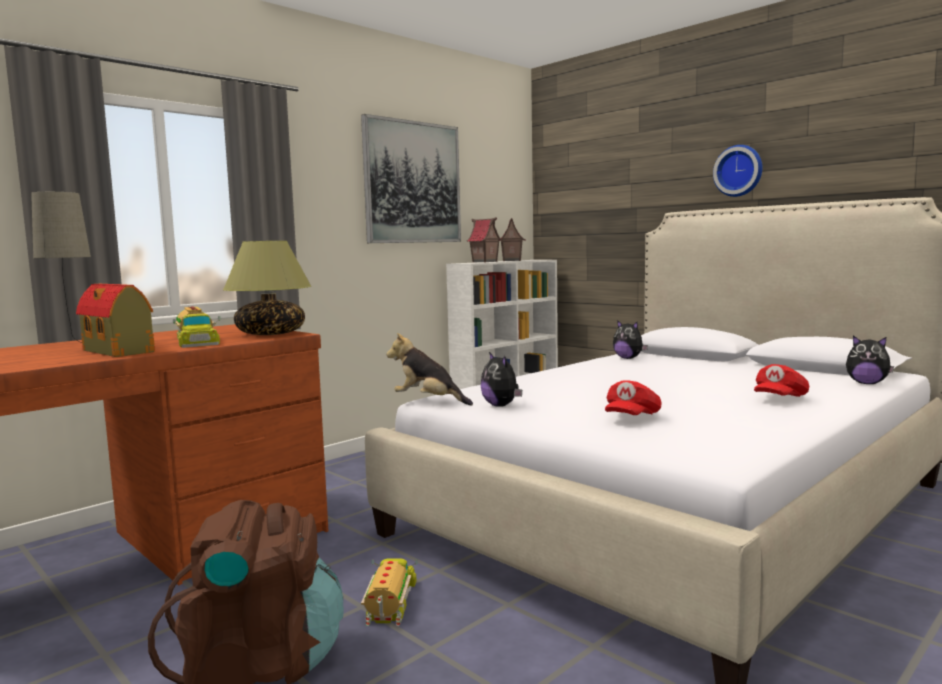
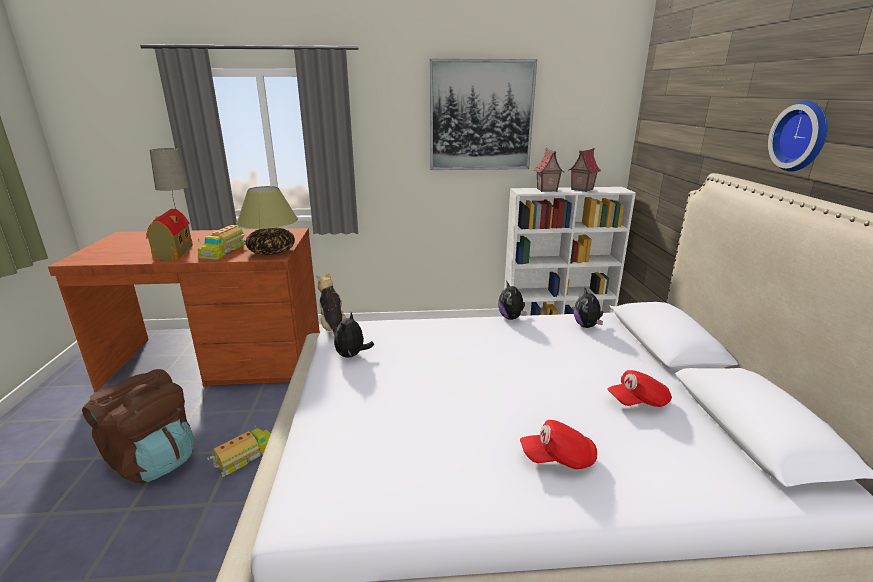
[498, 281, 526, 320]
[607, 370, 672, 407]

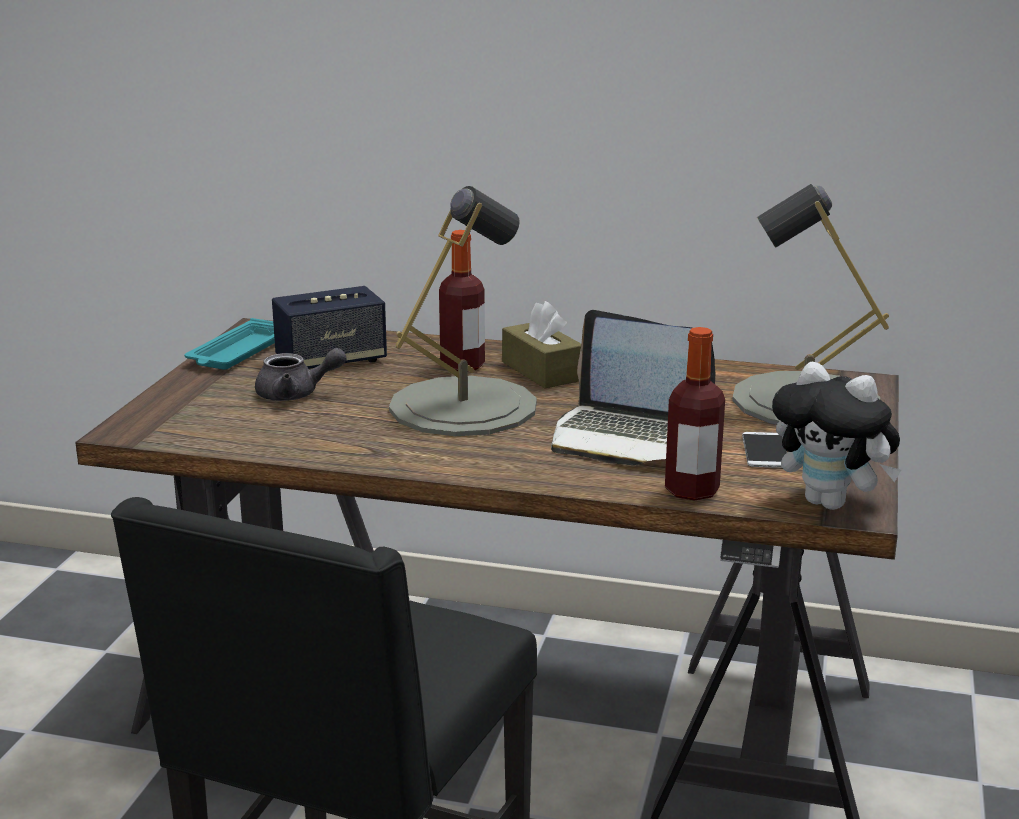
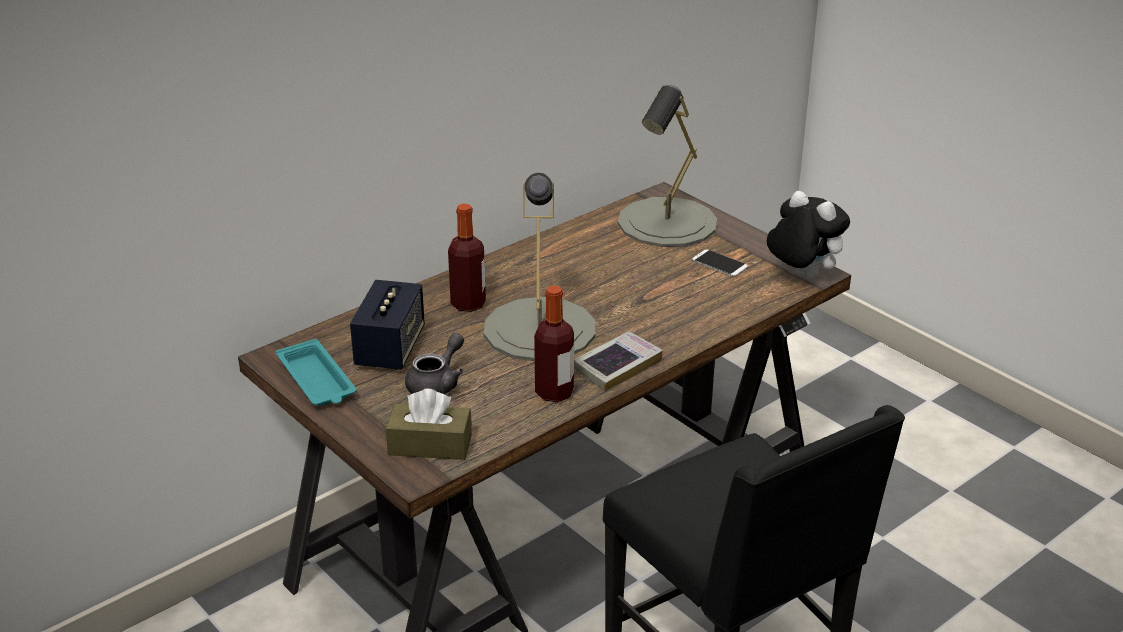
[386, 389, 472, 460]
[534, 285, 574, 402]
[574, 331, 663, 391]
[767, 191, 850, 278]
[551, 310, 716, 465] (first image)

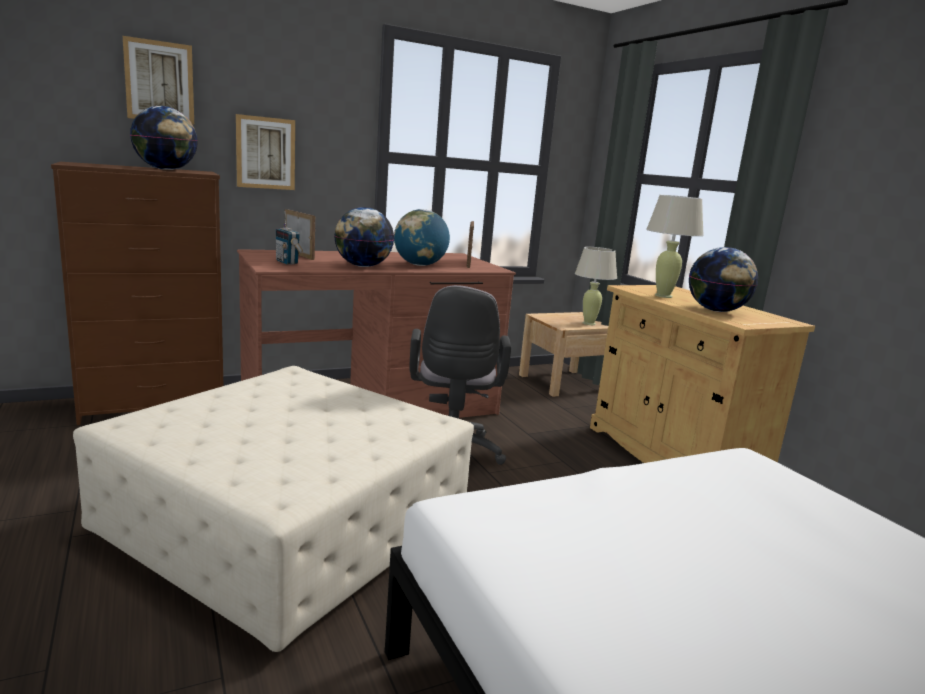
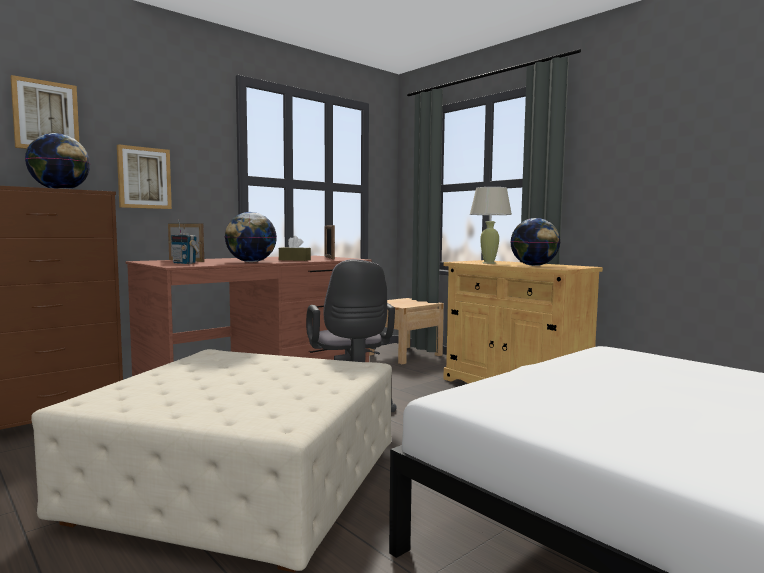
[279, 236, 311, 261]
[575, 247, 617, 325] (first image)

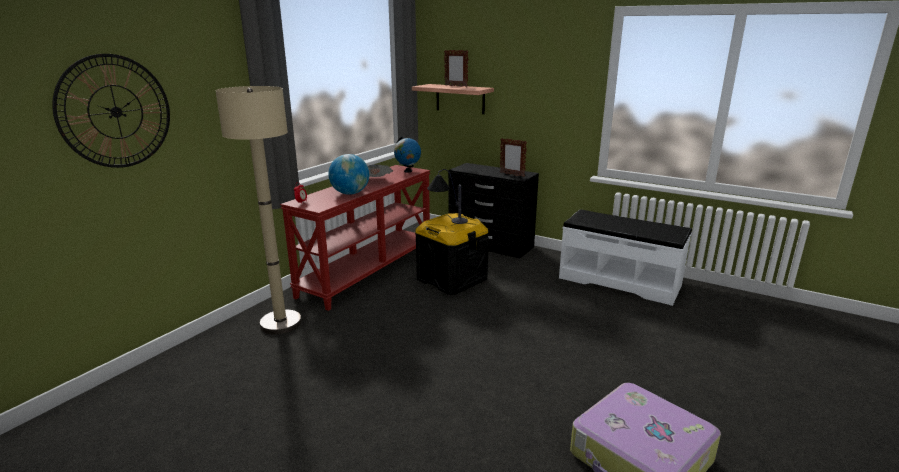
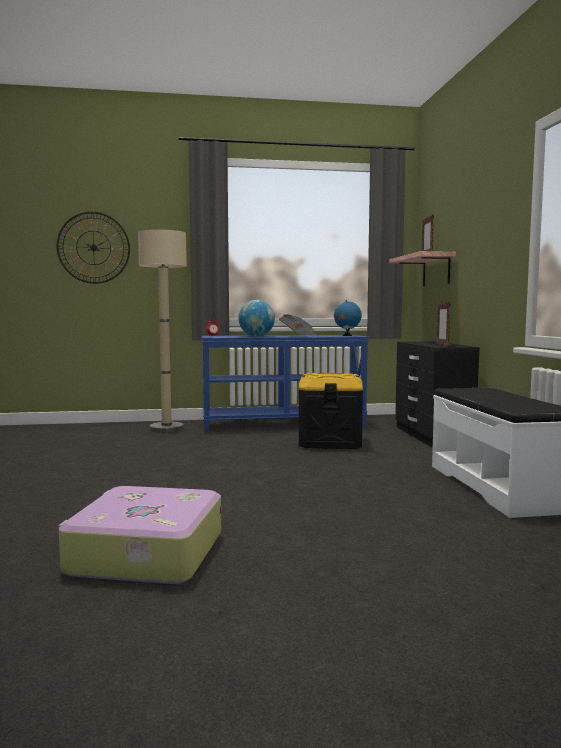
[202, 335, 369, 432]
[427, 169, 468, 224] (first image)

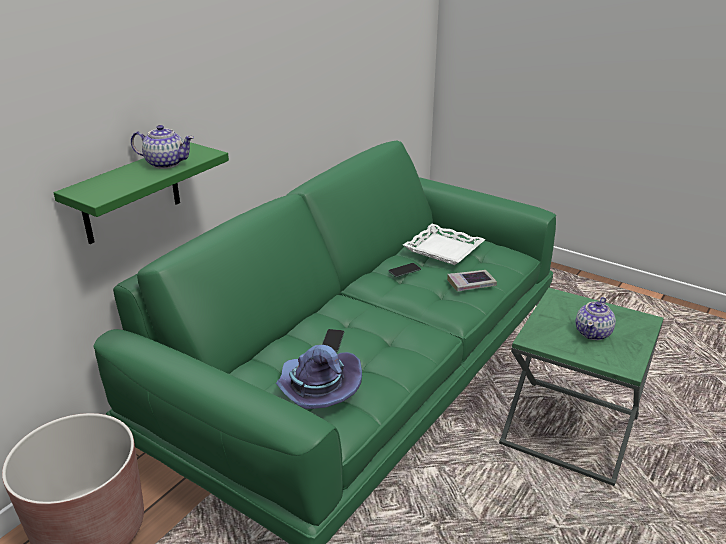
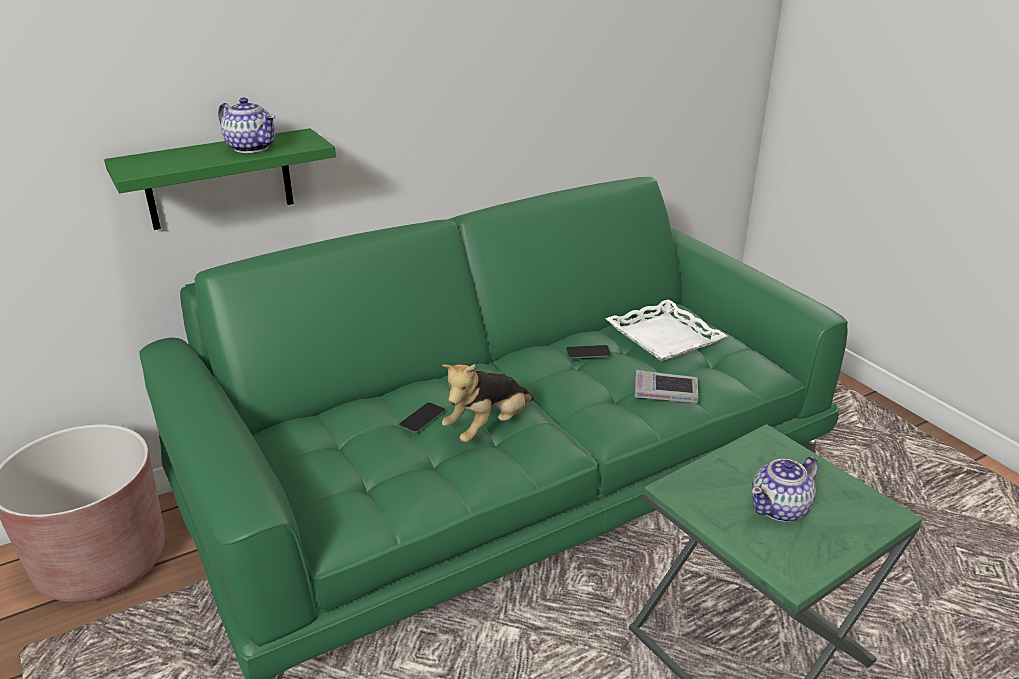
[442, 364, 534, 443]
[276, 345, 362, 409] (first image)

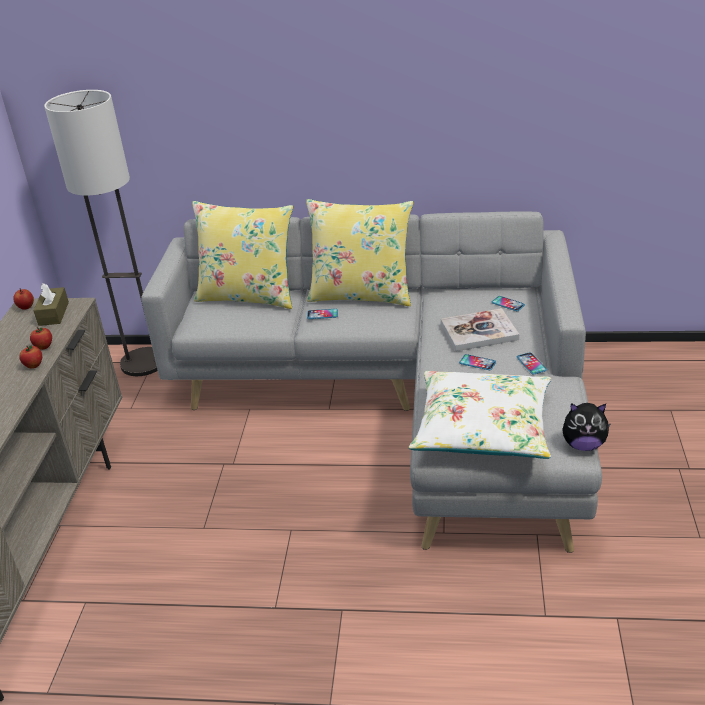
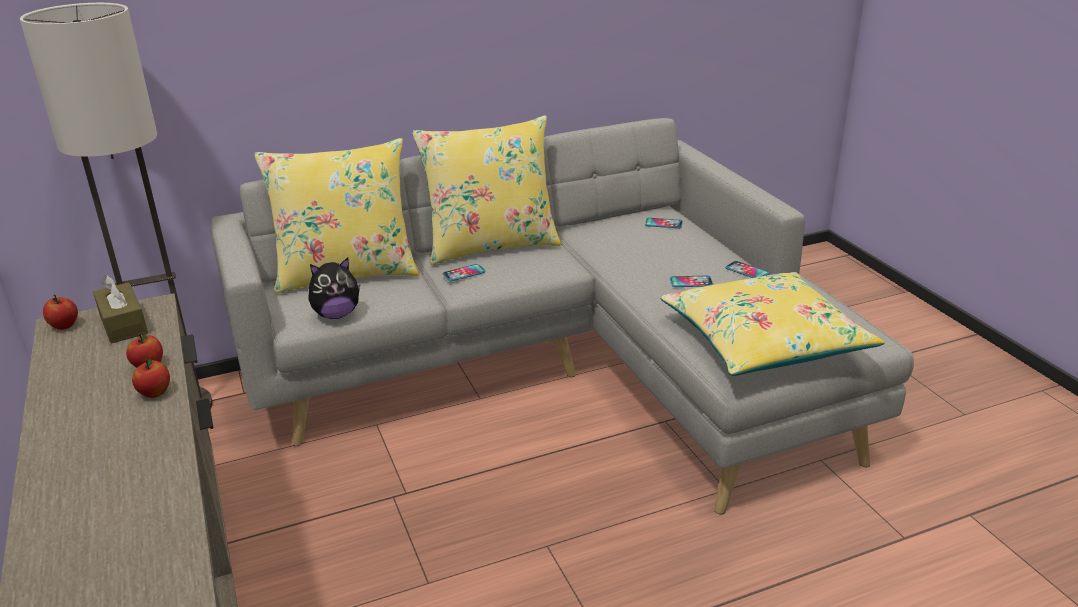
[309, 258, 360, 319]
[660, 272, 885, 376]
[441, 308, 519, 351] (first image)

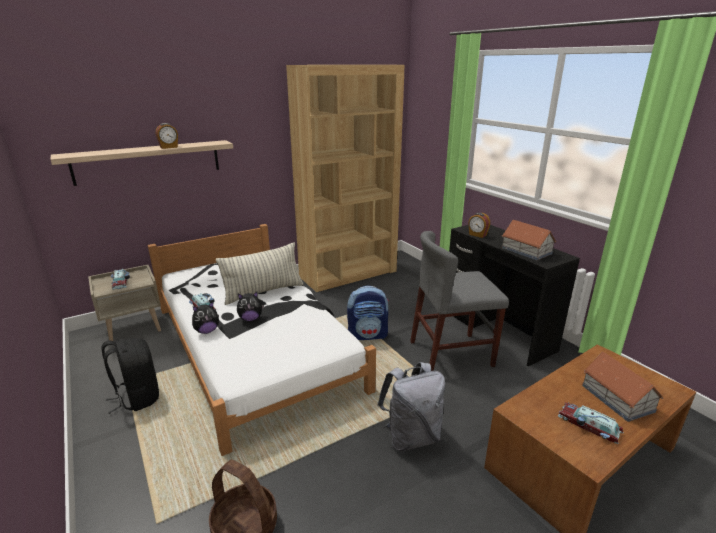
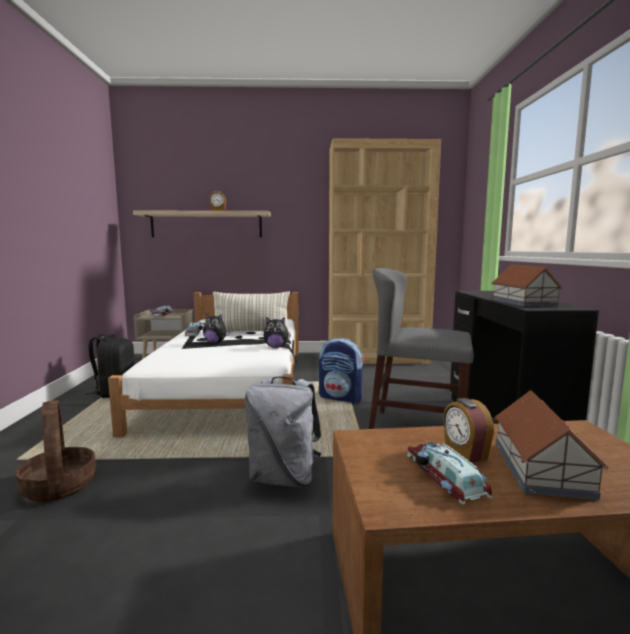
[264, 317, 291, 348]
[443, 398, 494, 463]

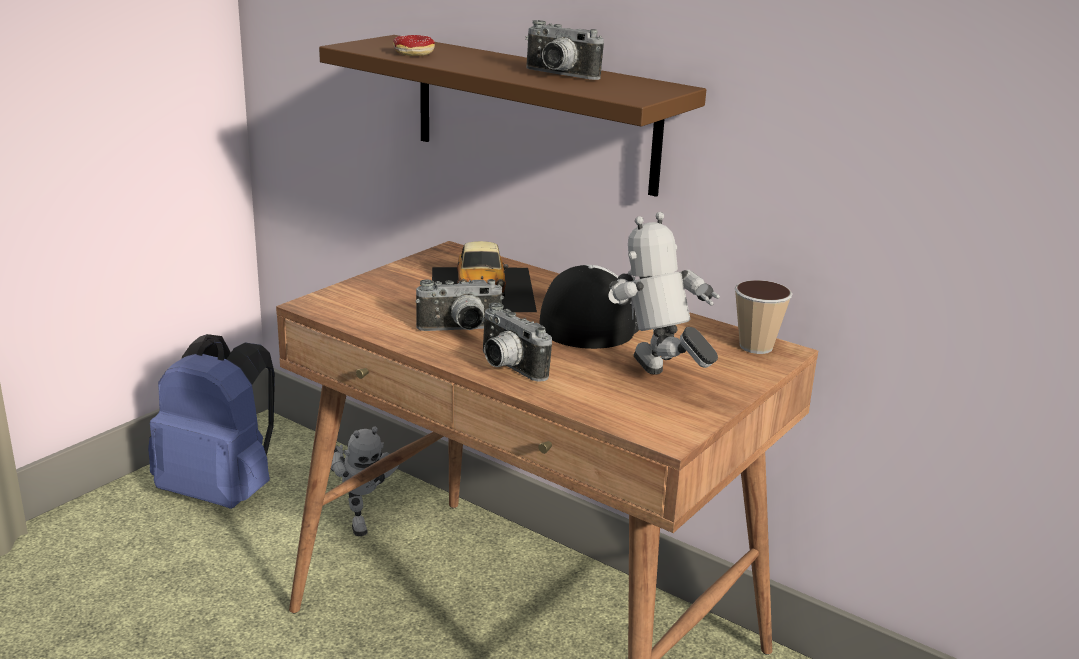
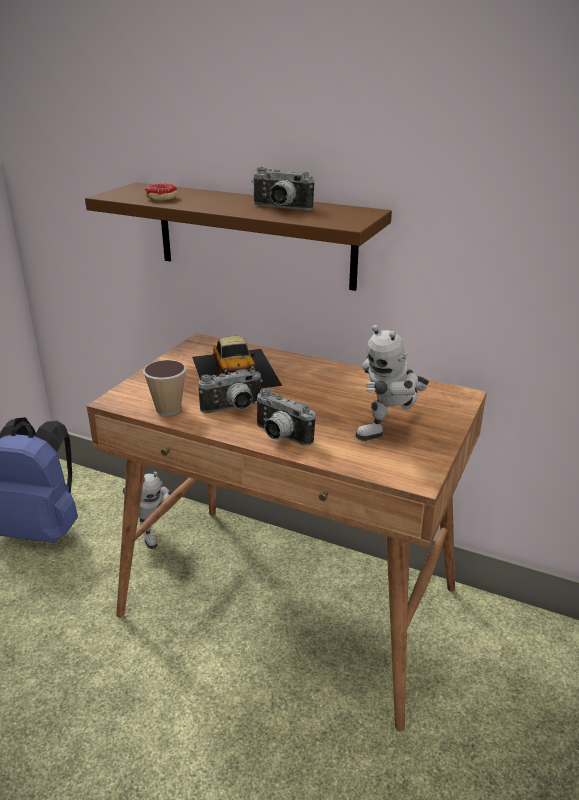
[143, 360, 186, 416]
[355, 325, 429, 441]
[539, 265, 639, 349] (first image)

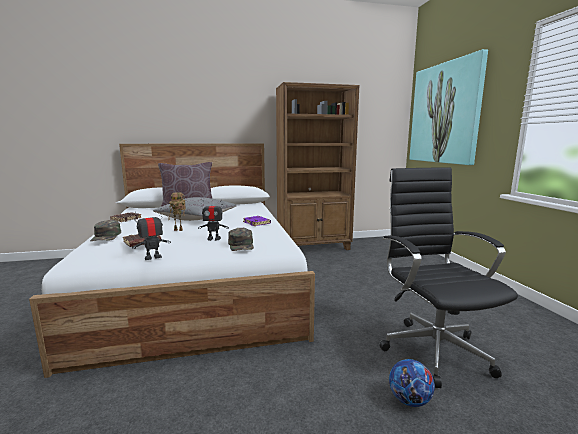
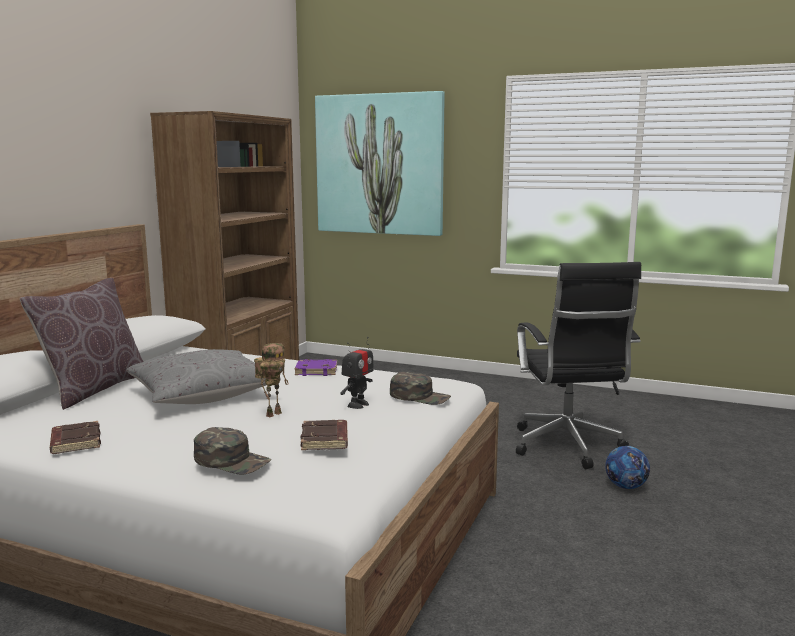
[516, 262, 641, 469]
[132, 208, 171, 260] (first image)

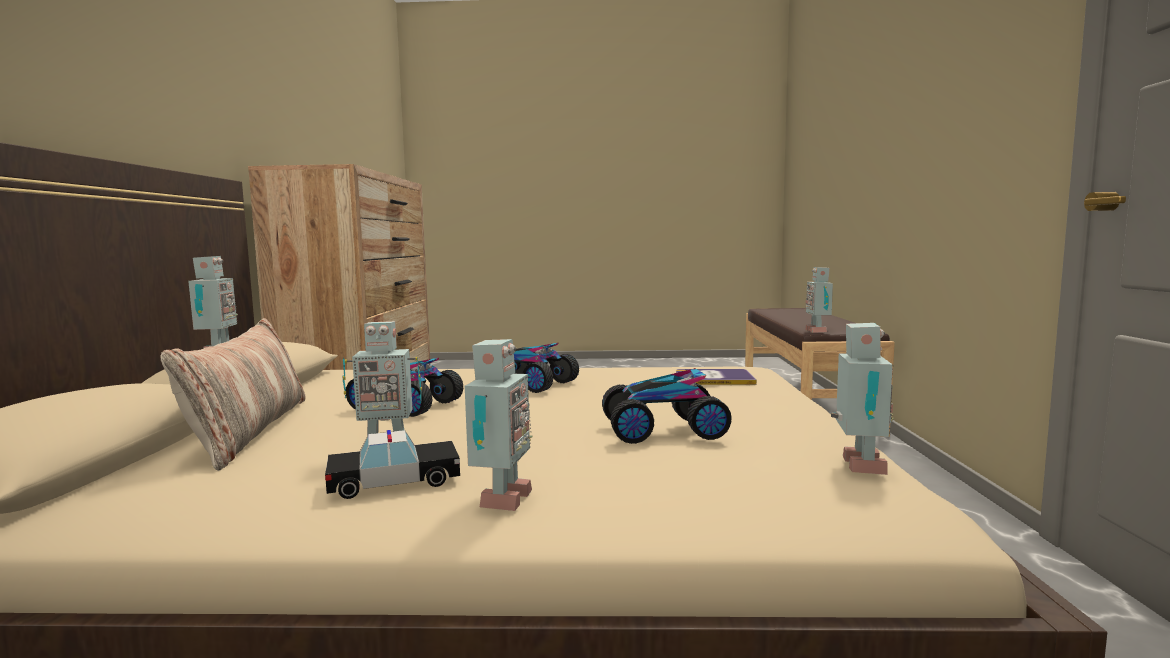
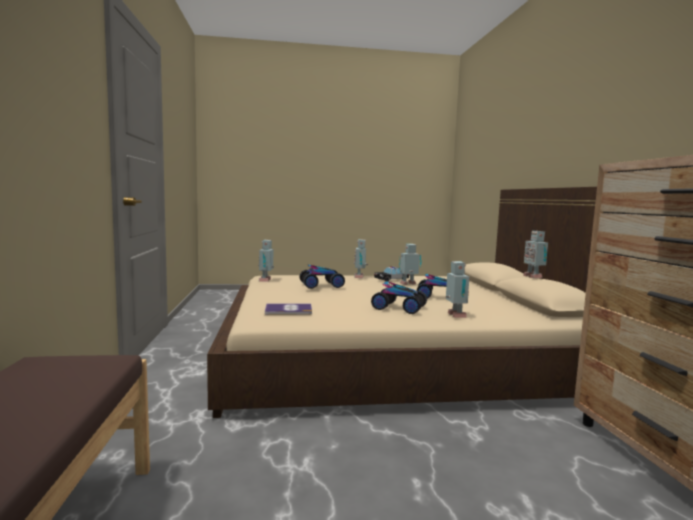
[446, 261, 469, 318]
[161, 318, 305, 471] (first image)

